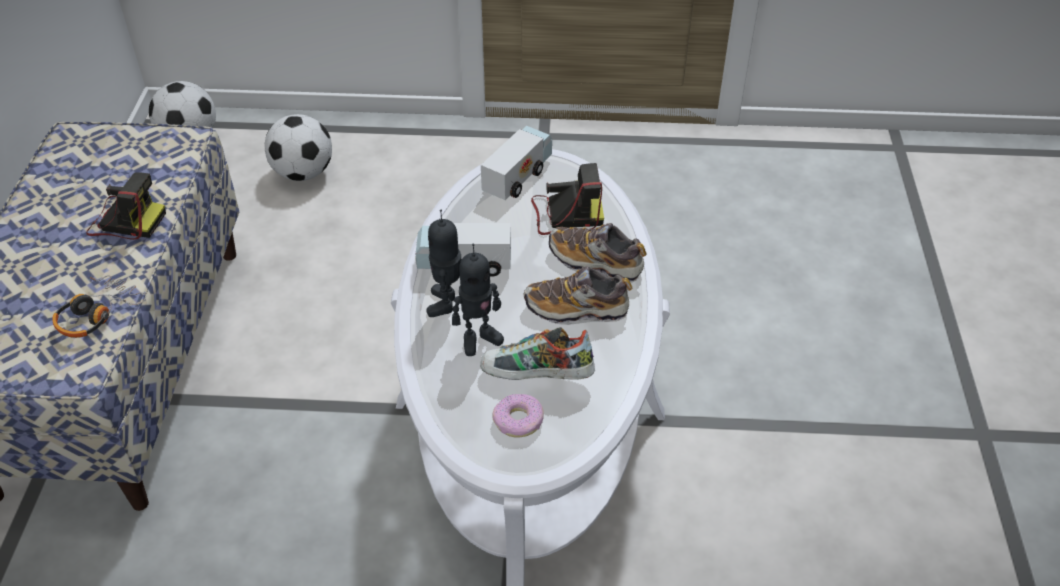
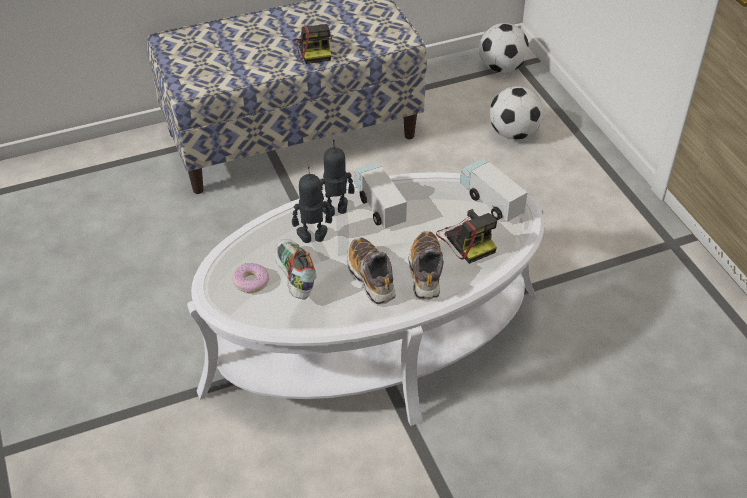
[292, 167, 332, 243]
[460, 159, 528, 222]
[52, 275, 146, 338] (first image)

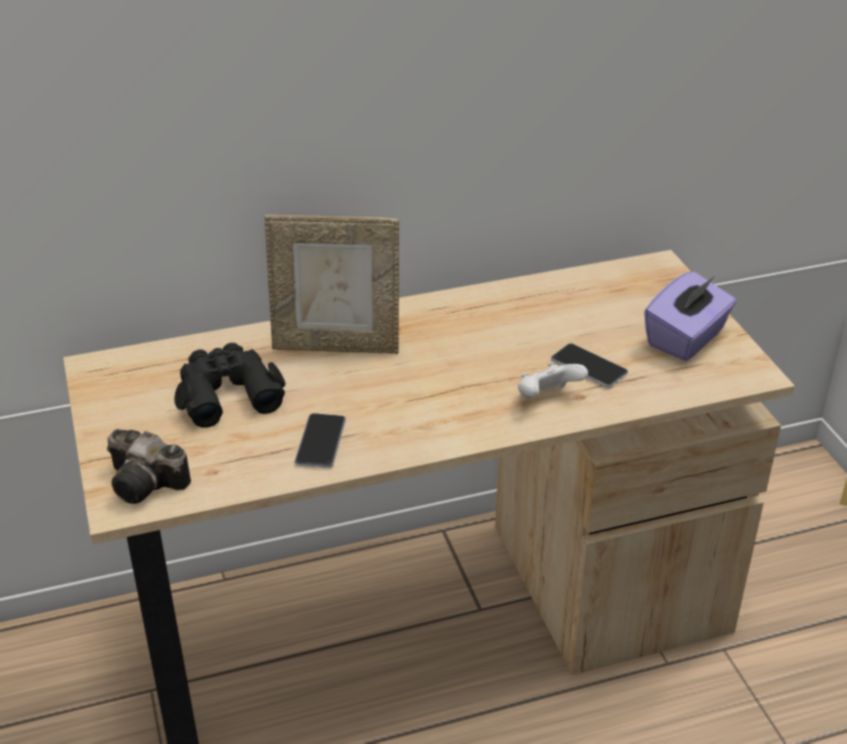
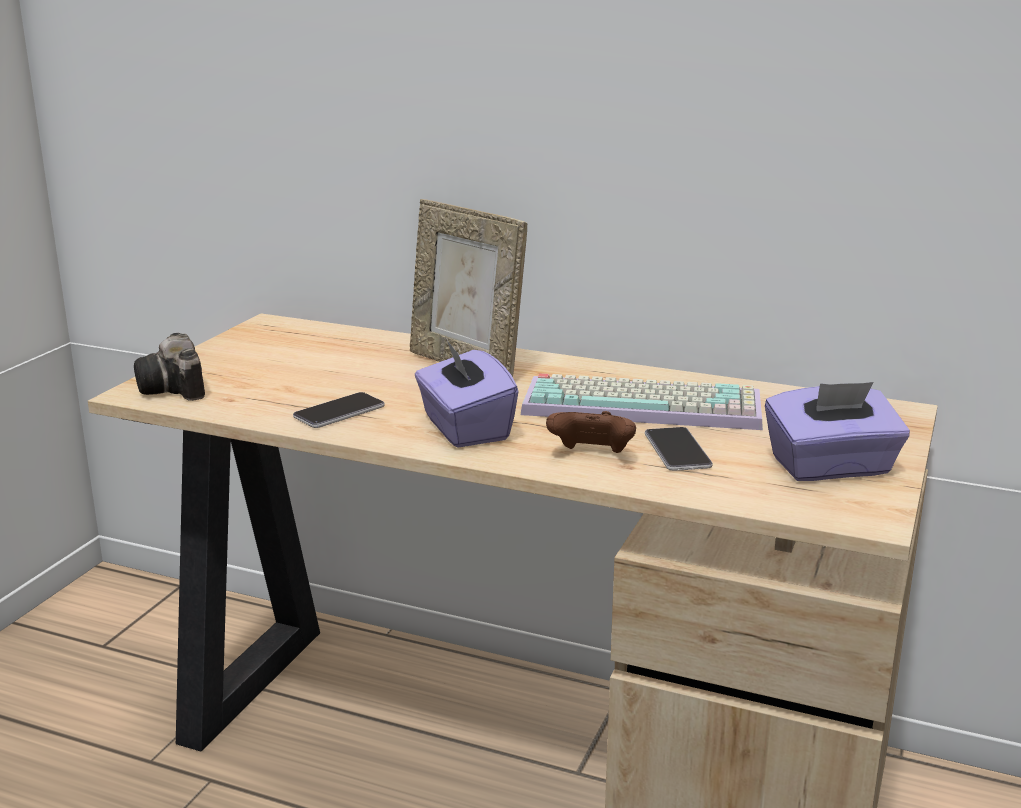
[415, 339, 519, 448]
[521, 373, 763, 430]
[546, 411, 636, 453]
[174, 343, 286, 428] (first image)

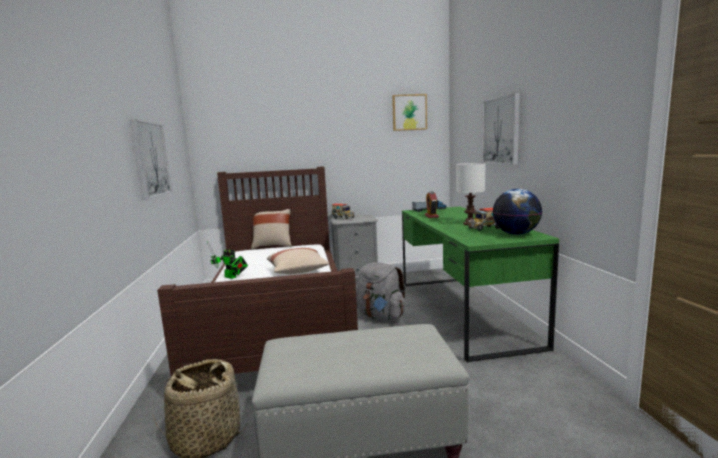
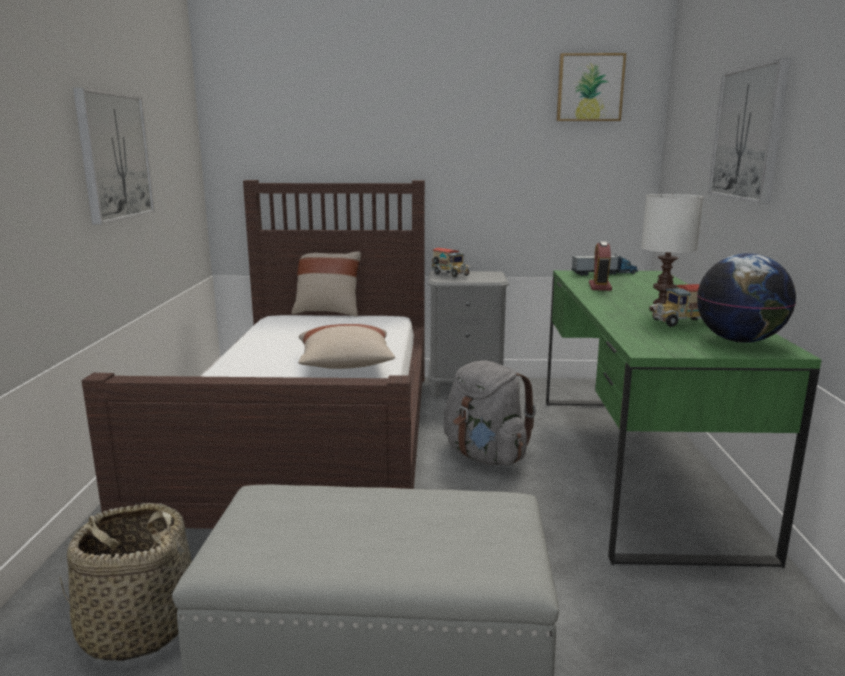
[207, 241, 248, 279] (first image)

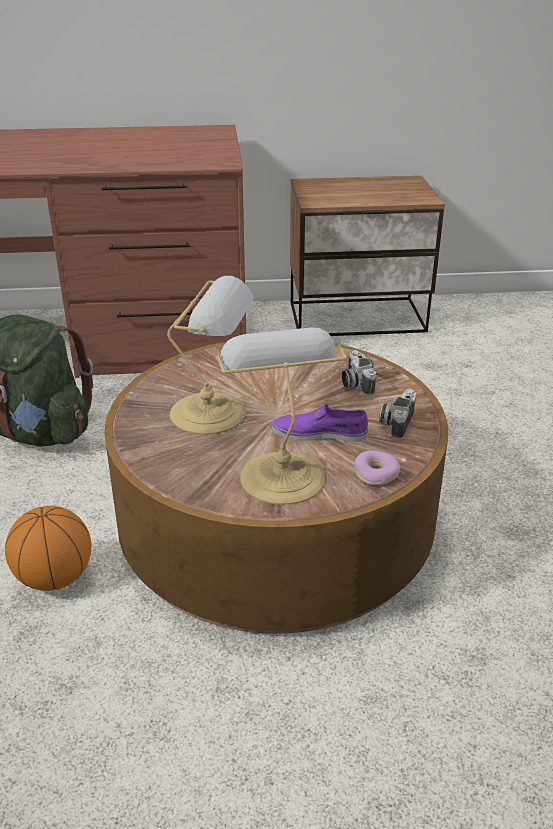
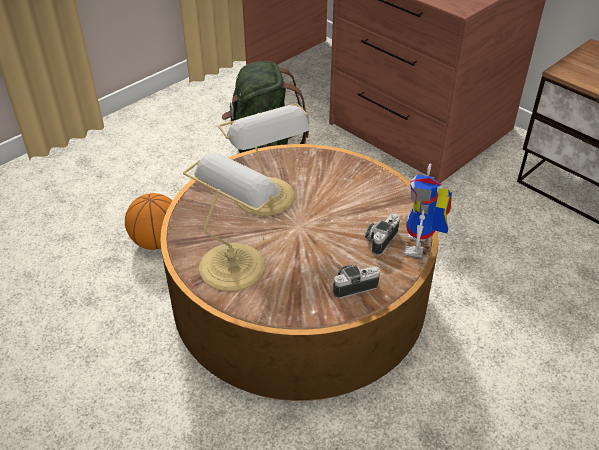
[404, 163, 452, 258]
[272, 404, 368, 442] (first image)
[354, 450, 400, 486] (first image)

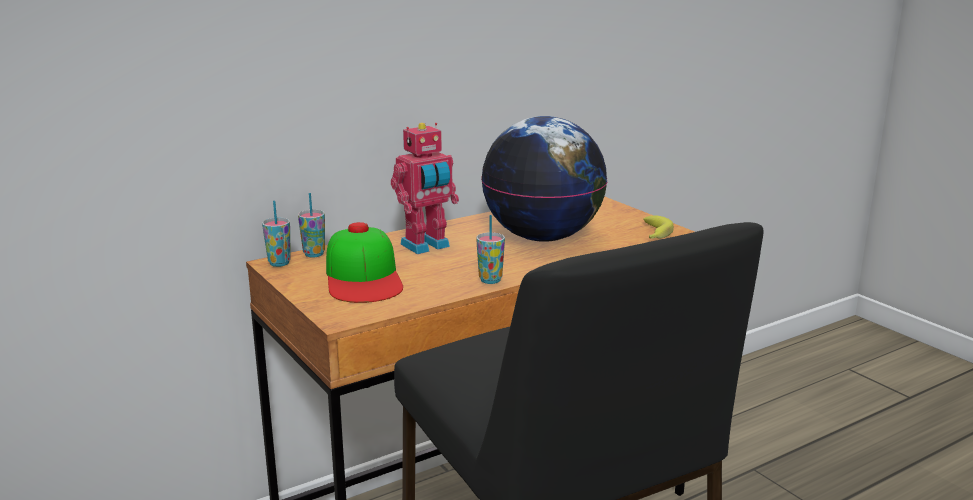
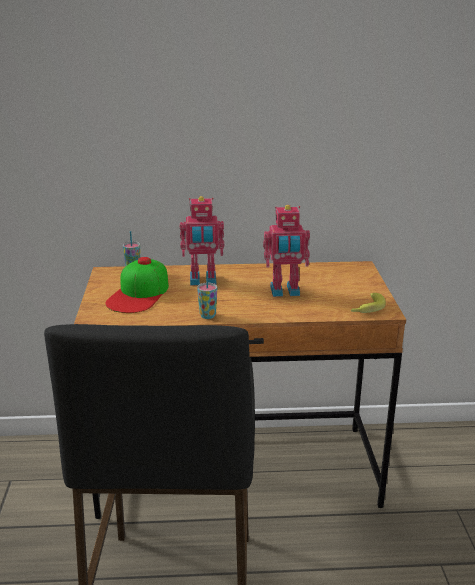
[263, 205, 310, 297]
[262, 201, 291, 267] (first image)

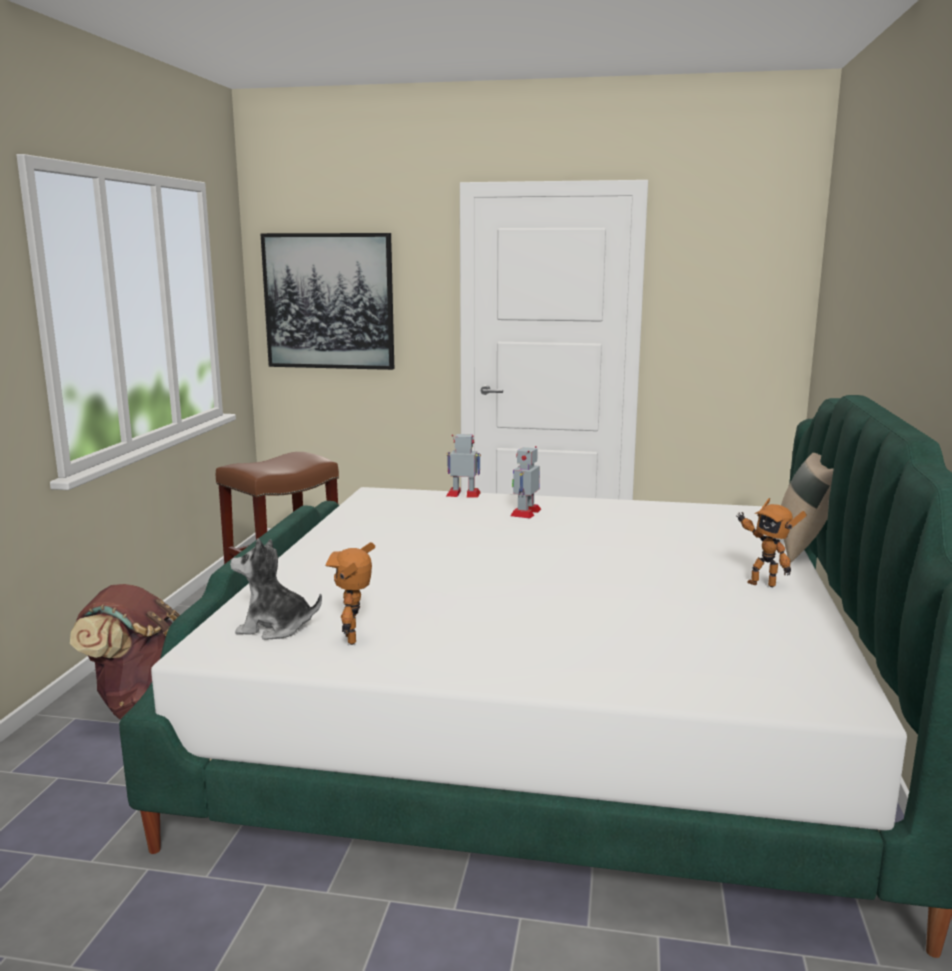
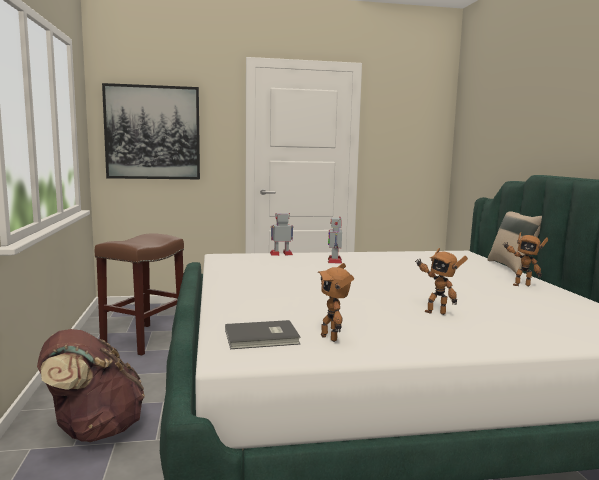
[225, 320, 301, 349]
[415, 248, 468, 315]

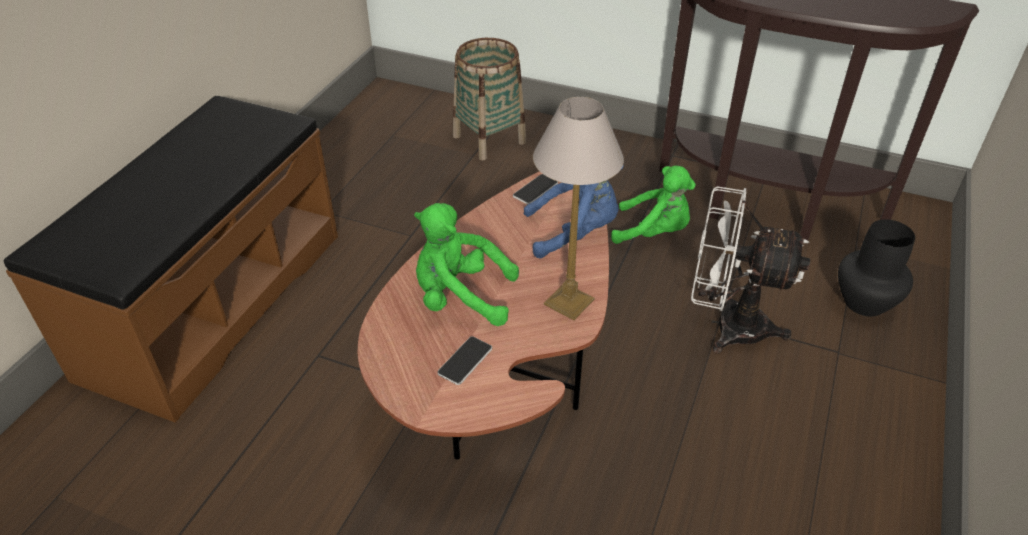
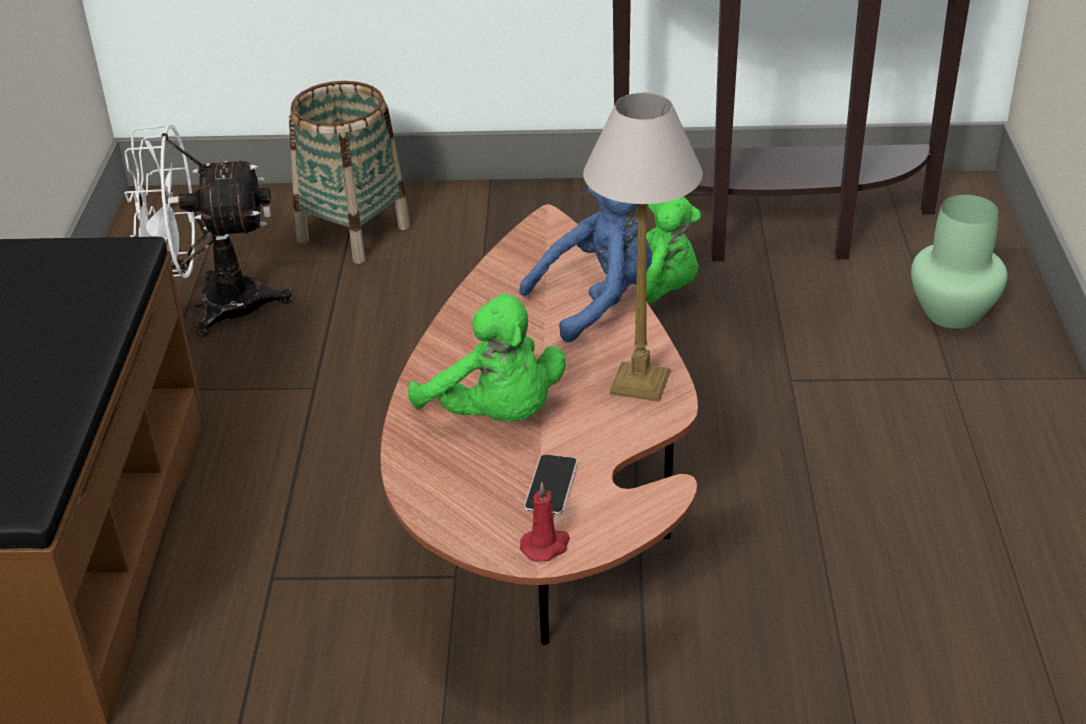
[124, 125, 292, 337]
[408, 293, 566, 421]
[520, 482, 570, 562]
[911, 195, 1007, 329]
[513, 174, 558, 205] (first image)

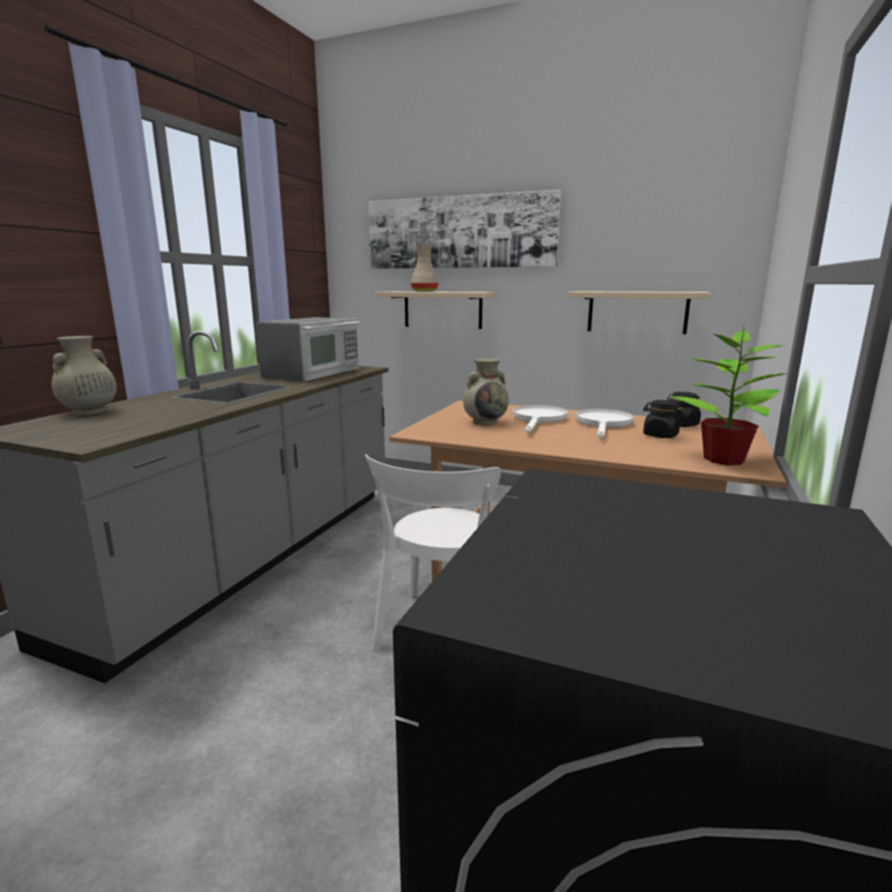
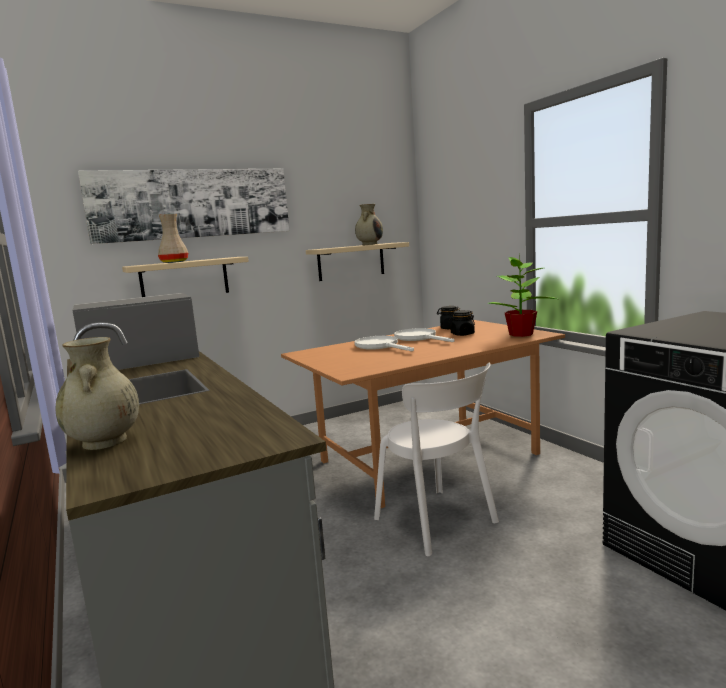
[72, 293, 199, 370]
[355, 204, 383, 245]

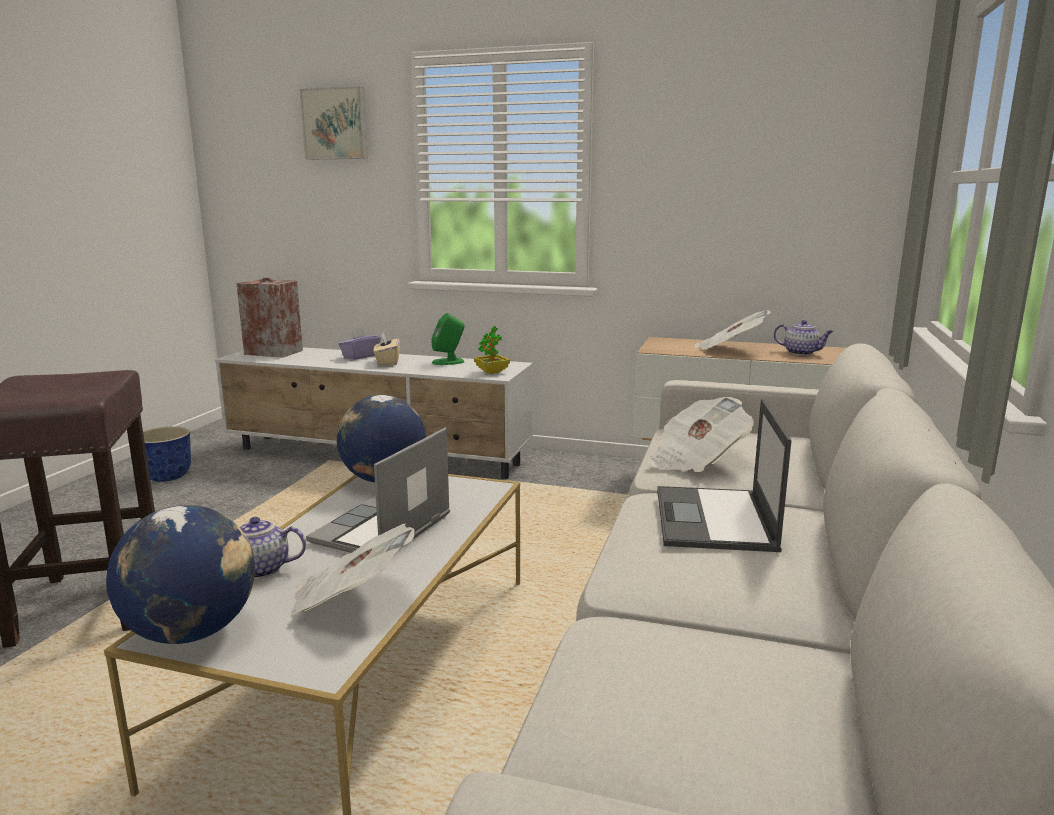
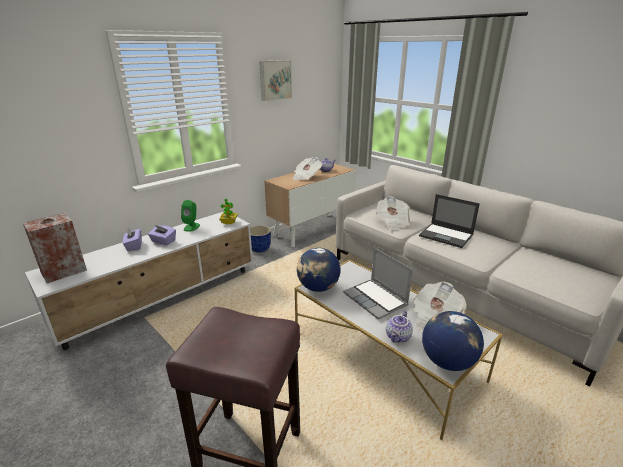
[148, 225, 176, 245]
[250, 225, 271, 253]
[259, 60, 292, 101]

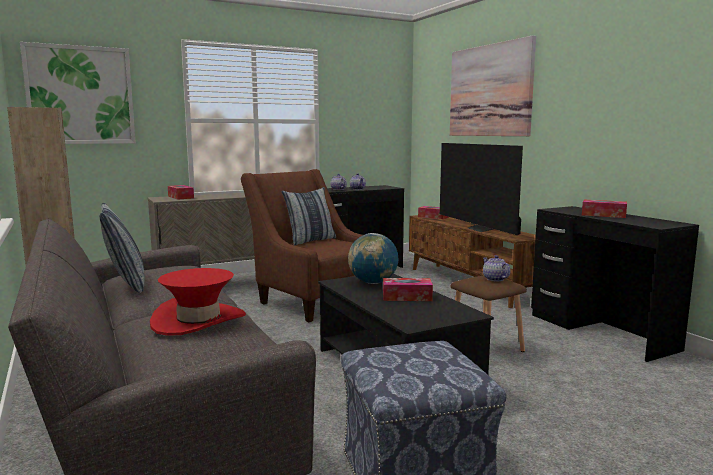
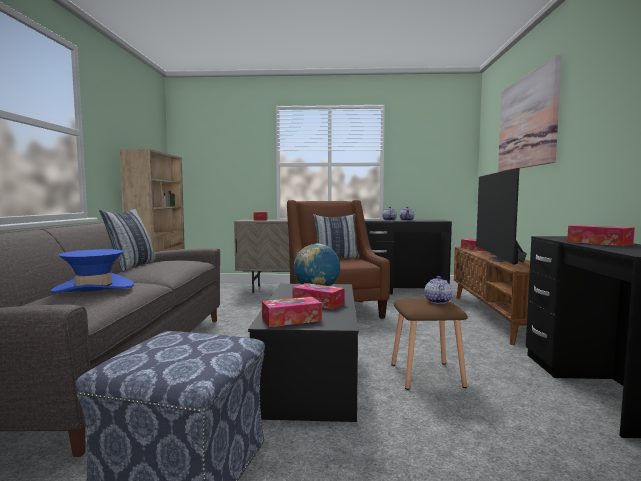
[50, 249, 134, 294]
[262, 297, 322, 327]
[20, 42, 136, 144] (first image)

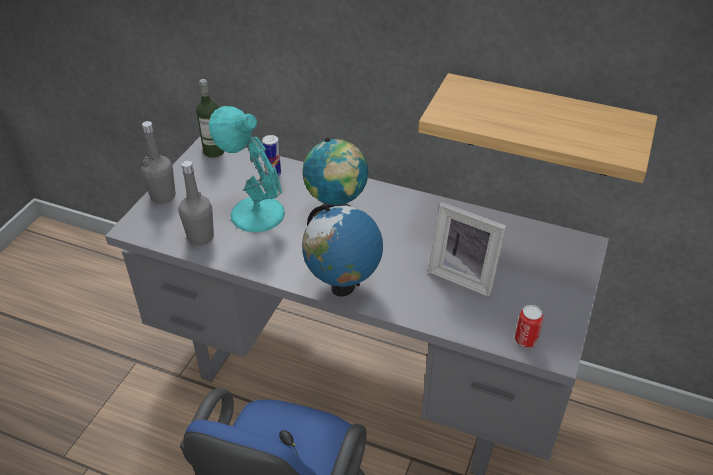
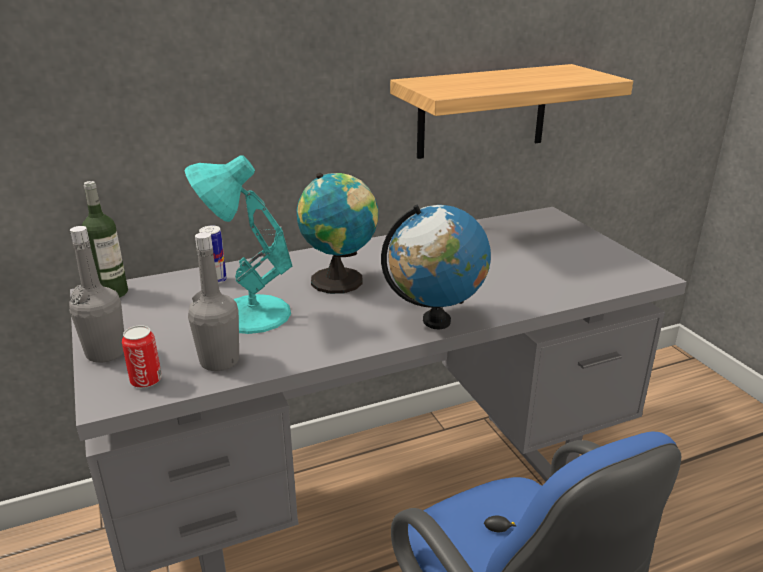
[122, 325, 162, 388]
[428, 202, 506, 297] (first image)

